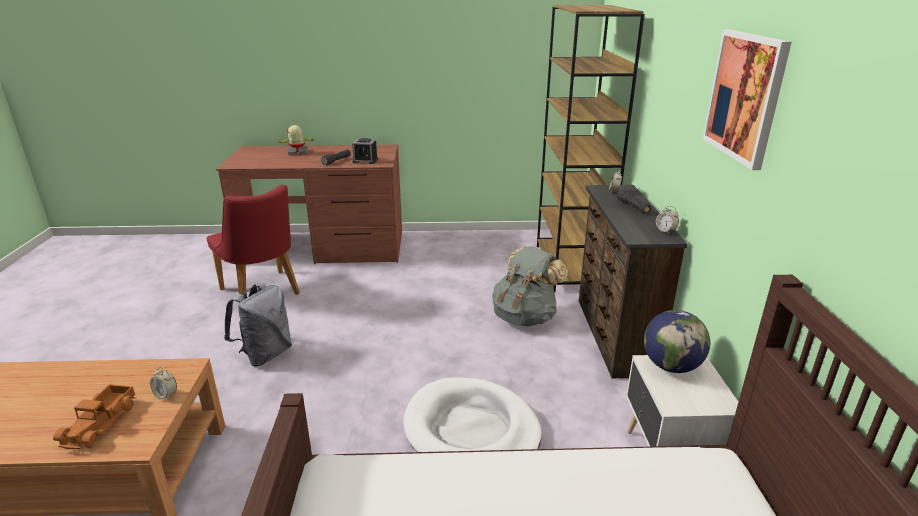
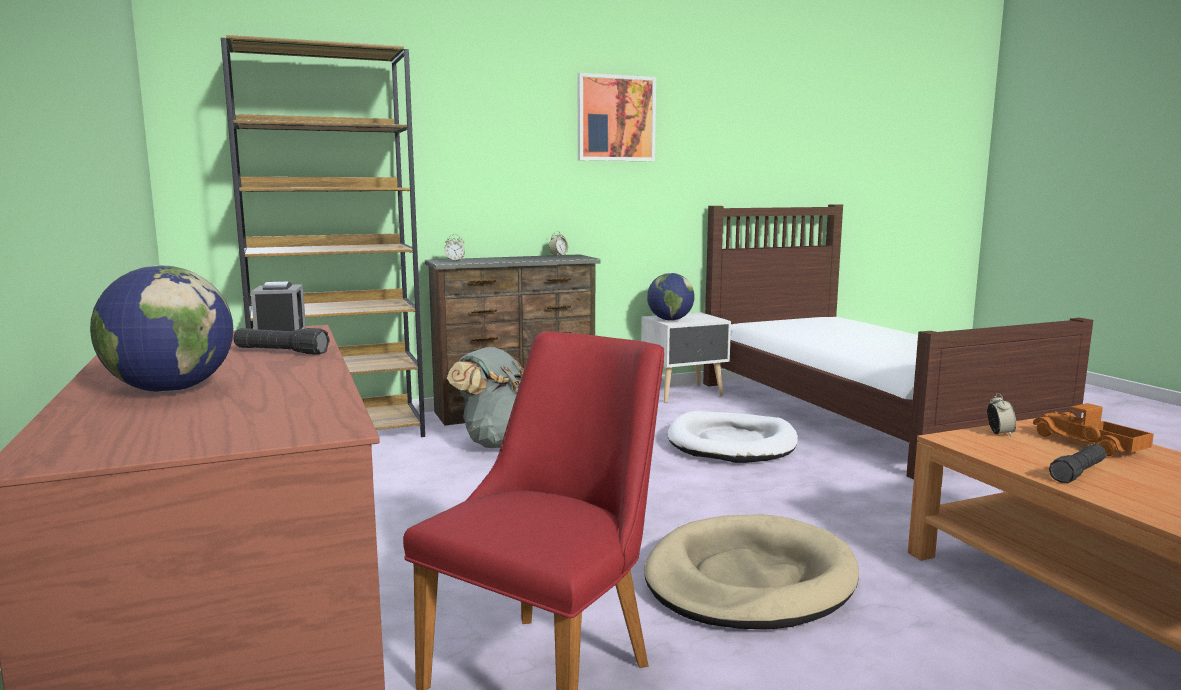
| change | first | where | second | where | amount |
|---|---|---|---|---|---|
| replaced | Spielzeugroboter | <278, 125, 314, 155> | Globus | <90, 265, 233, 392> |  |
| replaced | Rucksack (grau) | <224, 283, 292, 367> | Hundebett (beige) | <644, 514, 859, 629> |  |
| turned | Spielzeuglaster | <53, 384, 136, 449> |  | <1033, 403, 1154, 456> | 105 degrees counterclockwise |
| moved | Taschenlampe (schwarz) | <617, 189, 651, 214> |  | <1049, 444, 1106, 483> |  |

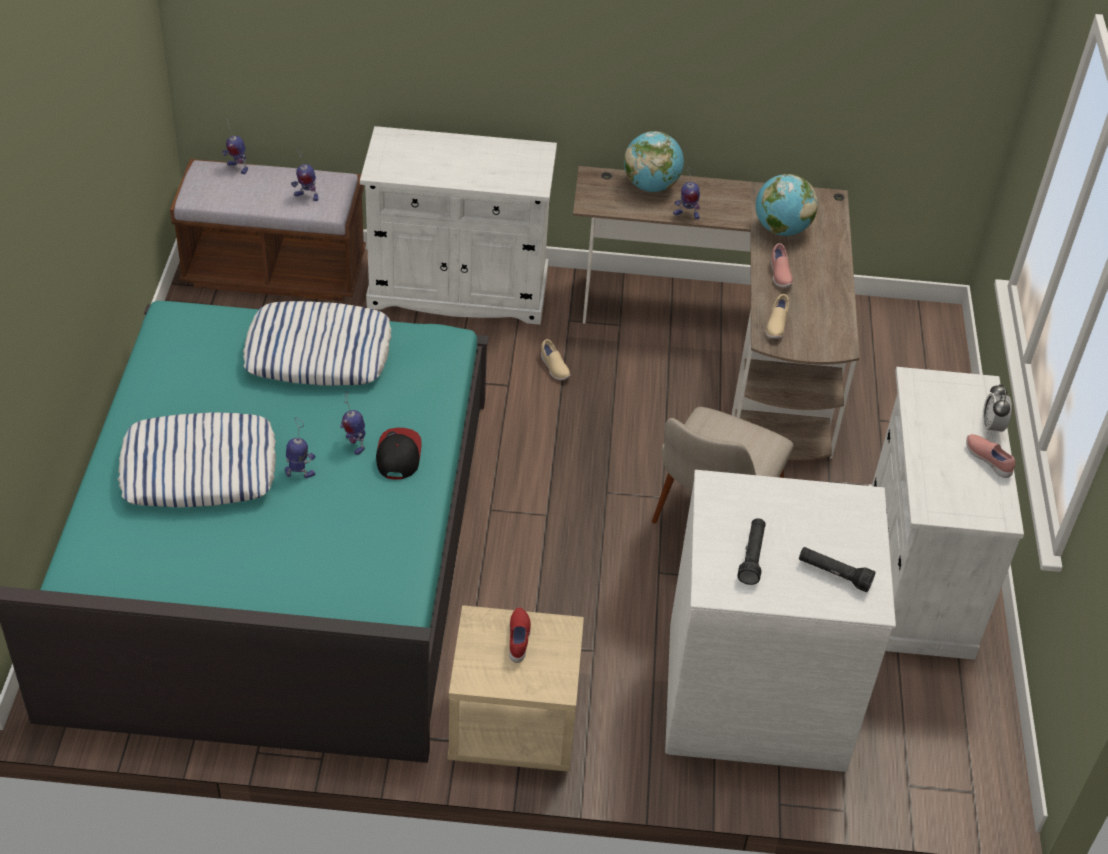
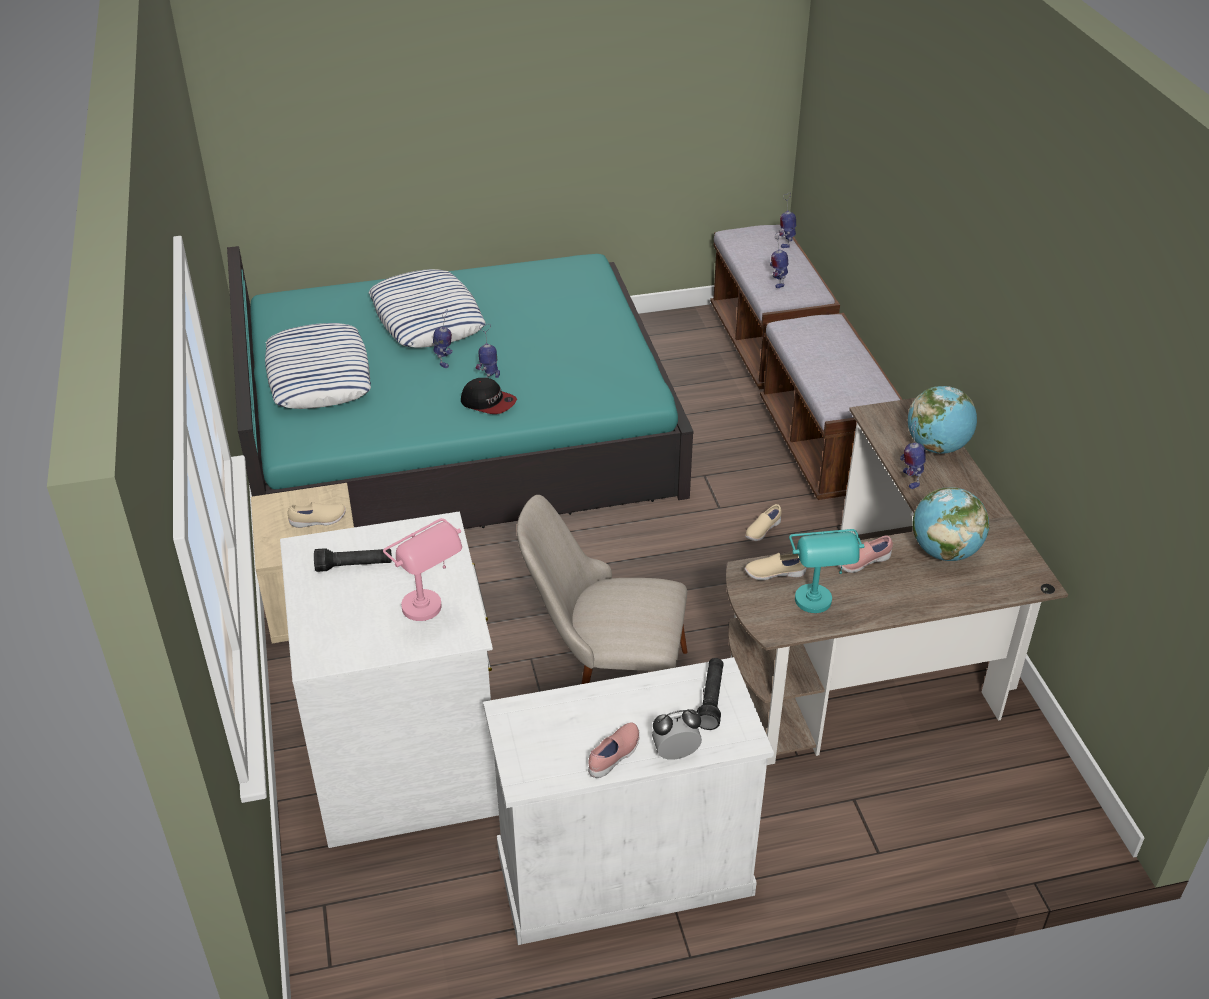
| change | first | where | second | where | amount |
|---|---|---|---|---|---|
| moved | Kissen | <243, 301, 391, 386> |  | <265, 323, 371, 409> |  |
| recoloured | Schuh (rot) | <509, 608, 531, 663> | Schuh (beige) | <288, 502, 346, 528> |  |
| added |  |  | Tischlampe (rosa) | <383, 518, 462, 621> |  |
| turned | Kappe | <376, 428, 422, 480> |  | <461, 378, 517, 414> | 45 degrees clockwise |
| moved | Taschenlampe (schwarz) | <799, 547, 875, 592> |  | <697, 658, 724, 730> |  |
| replaced | Schrank (weiß) | <360, 126, 557, 325> | Bank (braun) | <760, 313, 903, 500> |  |
| added |  |  | Tischlampe (türkis) | <789, 529, 864, 613> |  |

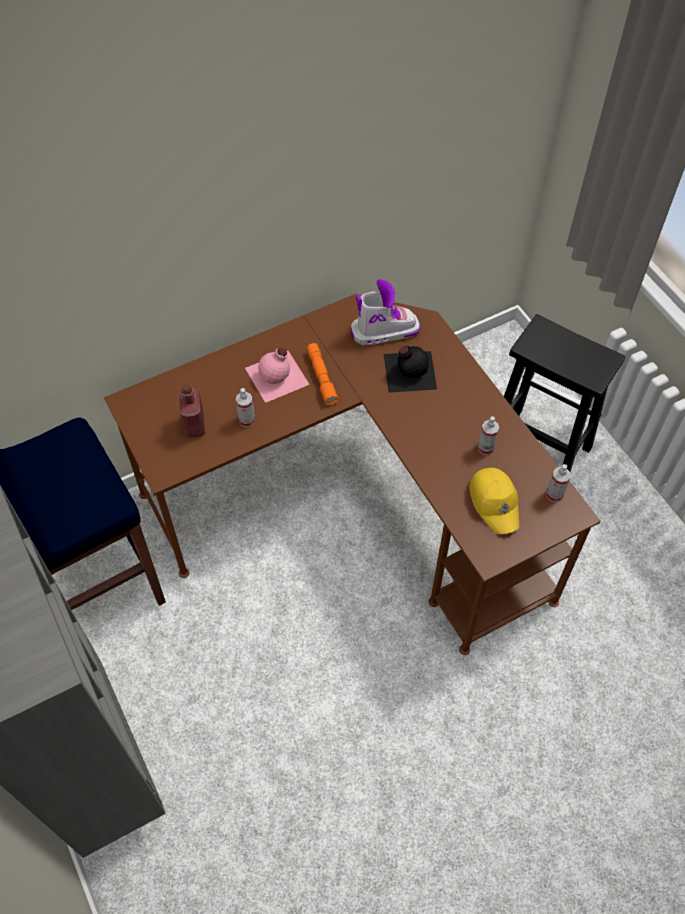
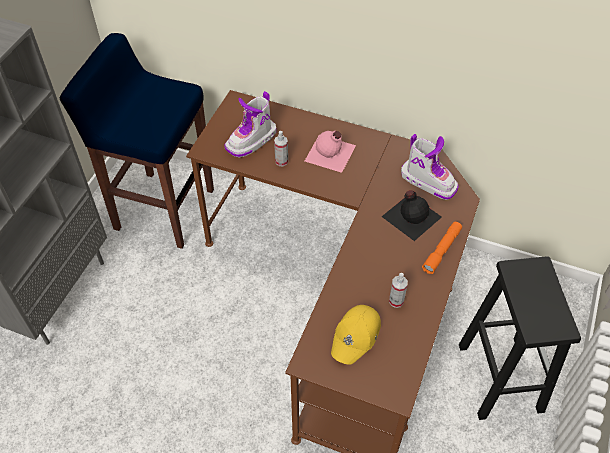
| change | first | where | second | where | amount |
|---|---|---|---|---|---|
| replaced | Flasche (rot) | <179, 384, 205, 438> | Stiefel | <224, 91, 277, 157> |  |
| moved | Taschenlampe (orange) | <307, 343, 339, 406> |  | <422, 222, 462, 274> |  |
| removed | Sprühflasche | <546, 464, 570, 502> |  |  |  |

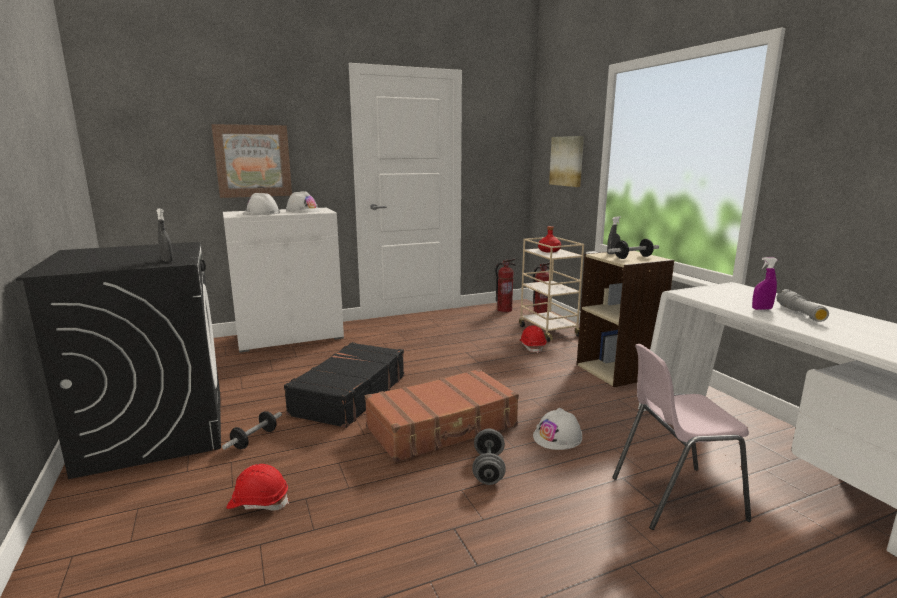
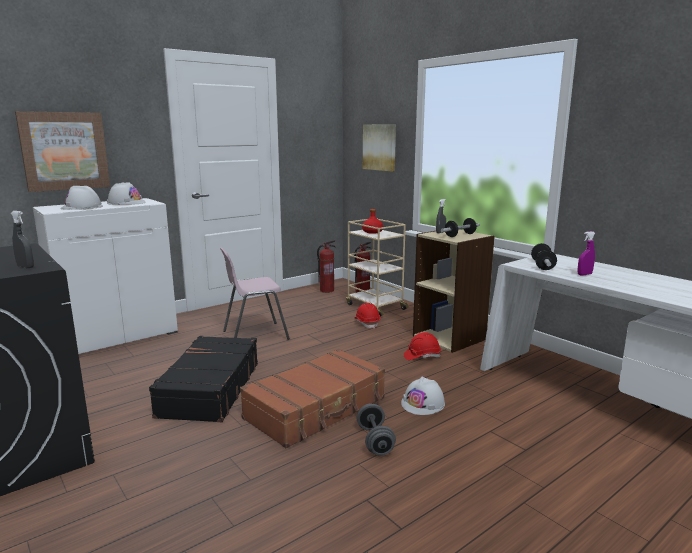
| change | first | where | second | where | amount |
|---|---|---|---|---|---|
| moved | Stuhl (rosa) | <612, 344, 751, 530> |  | <220, 247, 290, 340> |  |
| moved | Schutzhelm (rot) | <226, 464, 289, 511> |  | <404, 332, 441, 360> |  |
| moved | Hantel | <222, 411, 282, 450> |  | <531, 243, 557, 270> |  |
| removed | Taschenlampe (grau) | <776, 289, 829, 322> |  |  |  |

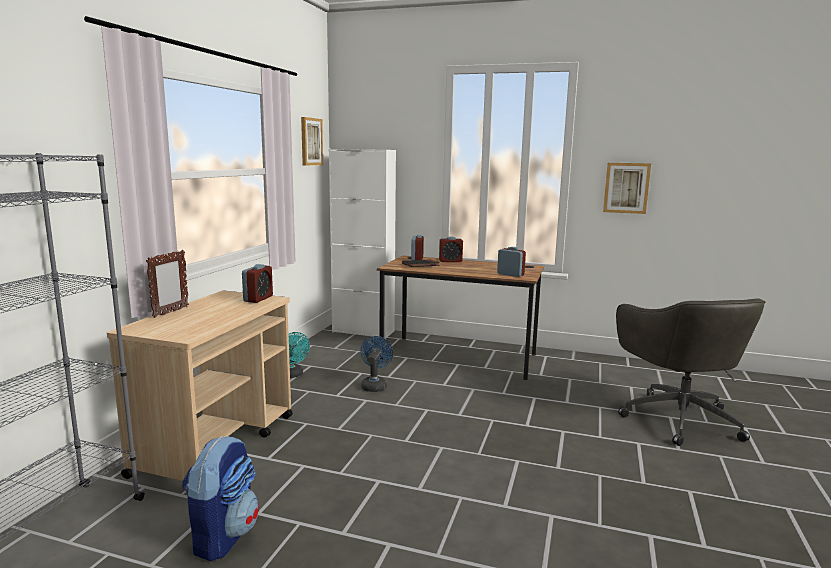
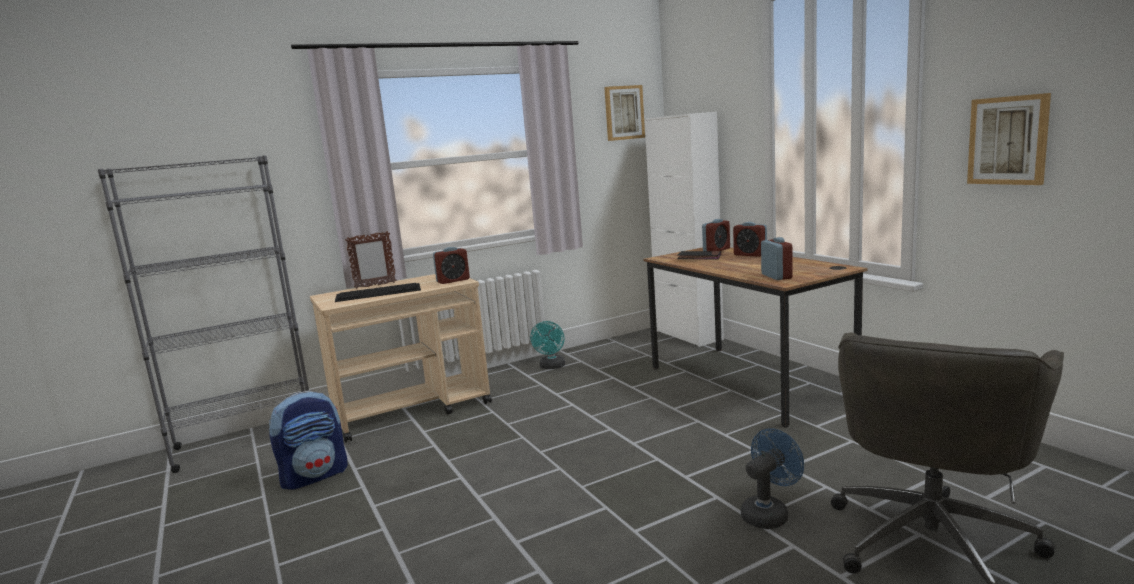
| change | first | where | second | where | amount |
|---|---|---|---|---|---|
| added |  |  | Tastatur | <335, 283, 421, 302> |  |
| moved | Ventilator (blau) | <360, 336, 393, 392> |  | <741, 428, 804, 529> |  |

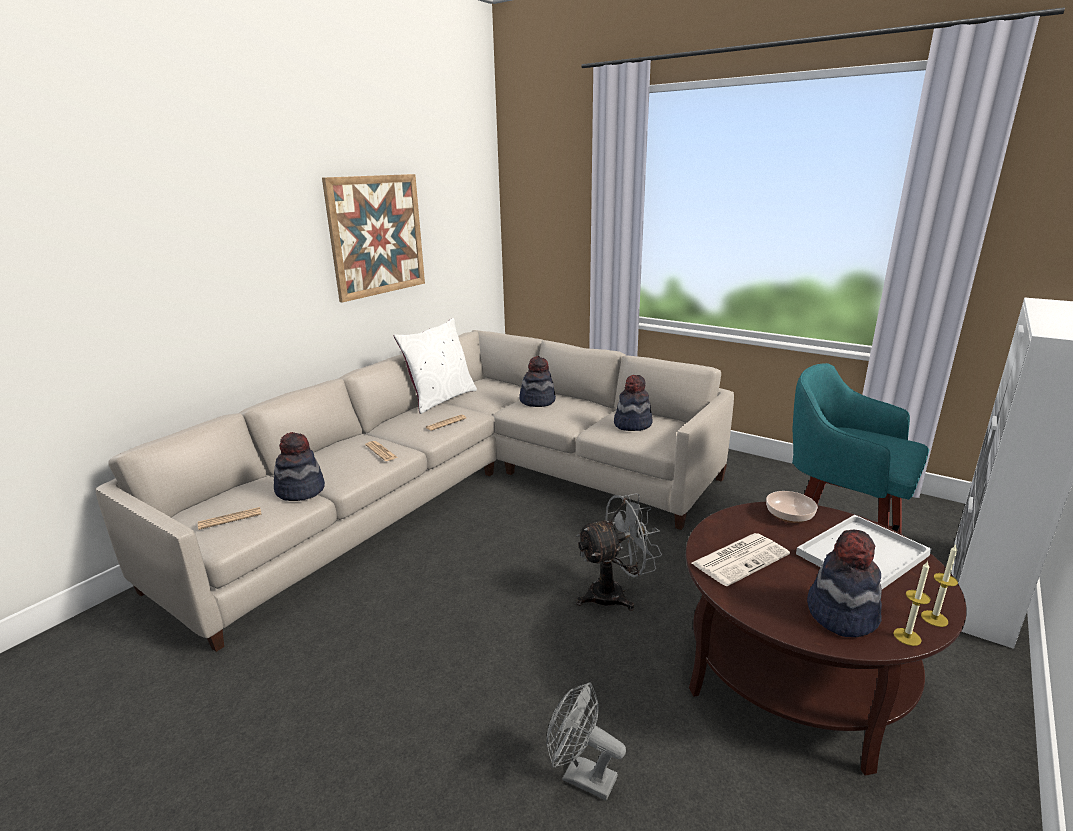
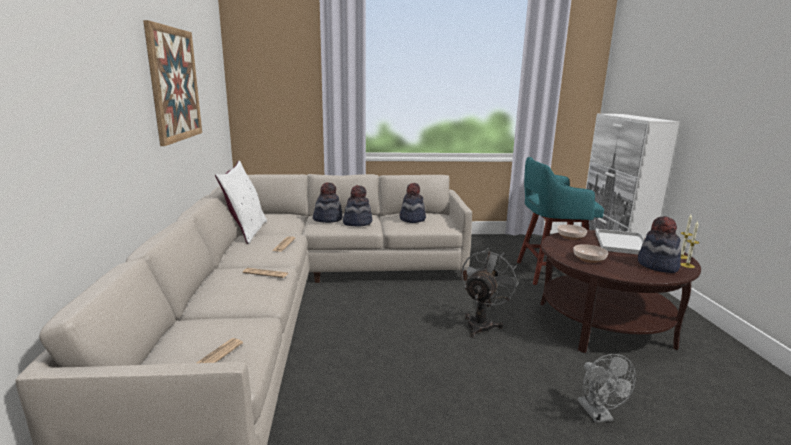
| change | first | where | second | where | amount |
|---|---|---|---|---|---|
| moved | Hut | <274, 432, 325, 501> |  | <343, 185, 372, 227> |  |
| replaced | Zeitung | <692, 533, 790, 586> | Schüssel | <573, 244, 608, 263> |  |
| turned | Ventilator (grau) | <546, 683, 626, 801> |  | <578, 354, 636, 423> | 90 degrees counterclockwise |

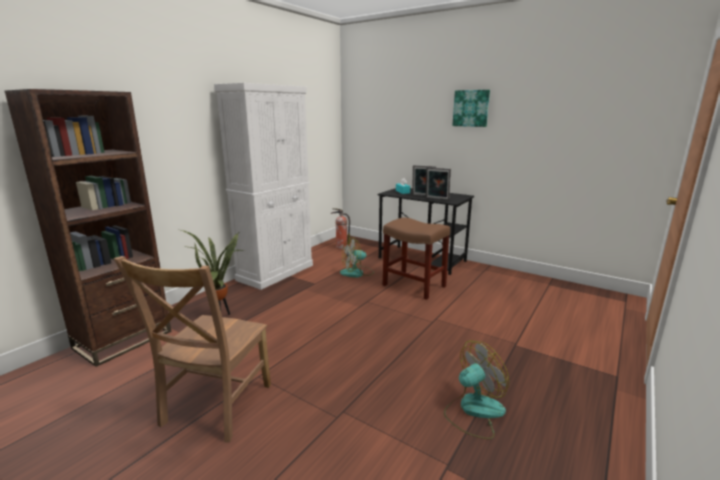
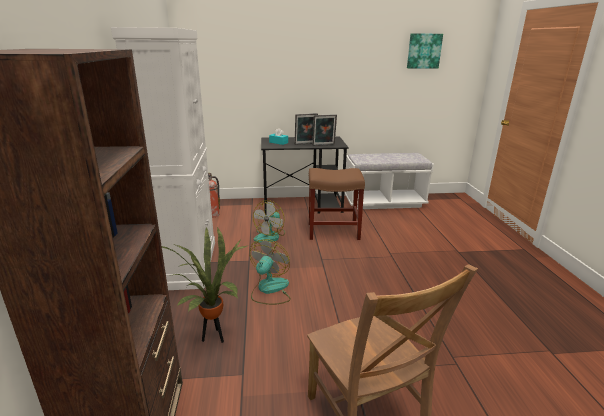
| change | first | where | second | where | amount |
|---|---|---|---|---|---|
| moved | Ventilator | <444, 341, 509, 439> |  | <250, 239, 291, 305> |  |
| added |  |  | Bank (weiß) | <344, 153, 434, 209> |  |
| moved | Bild | <452, 90, 490, 127> |  | <407, 33, 443, 69> |  |

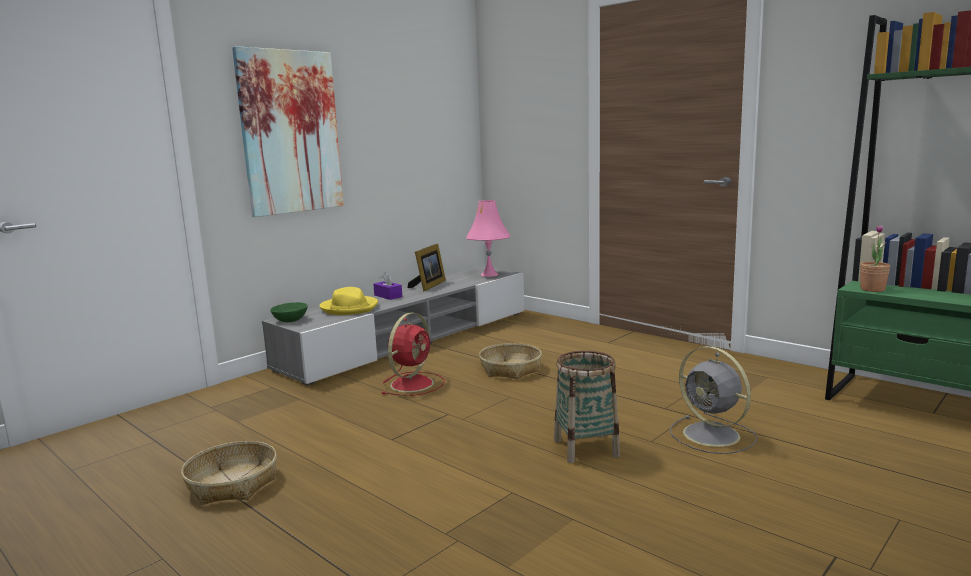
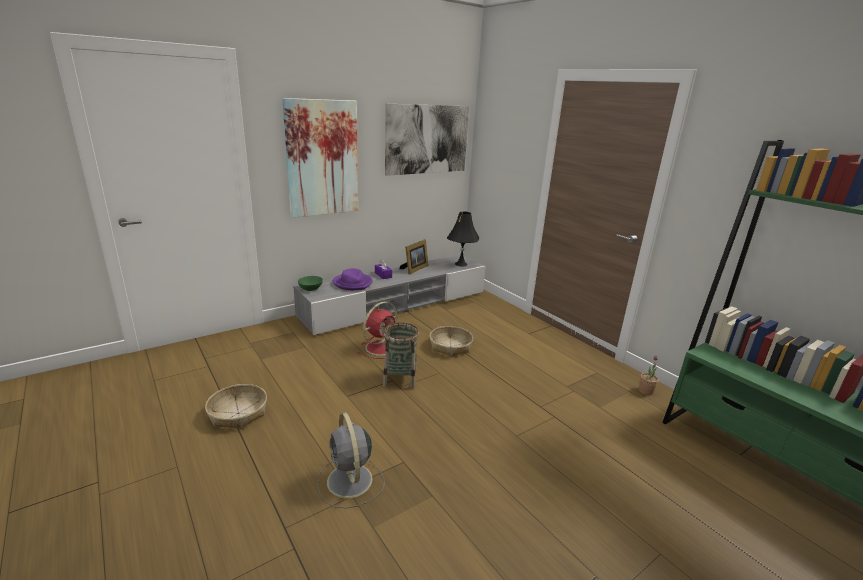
| change | first | where | second | where | amount |
|---|---|---|---|---|---|
| moved | Ventilator (grau) | <670, 346, 757, 454> |  | <317, 413, 385, 508> |  |
| recoloured | Hut (gelb) | <319, 287, 378, 315> | Hut (lila) | <333, 268, 373, 290> |  |
| moved | Korb | <554, 351, 620, 463> |  | <383, 322, 419, 389> |  |
| added |  |  | Bild | <385, 104, 469, 176> |  |
| recoloured | Tischlampe (rosa) | <466, 200, 510, 277> | Tischlampe (schwarz) | <447, 212, 479, 267> |  |
| moved | Topfpflanze | <860, 225, 890, 292> |  | <639, 355, 658, 395> |  |

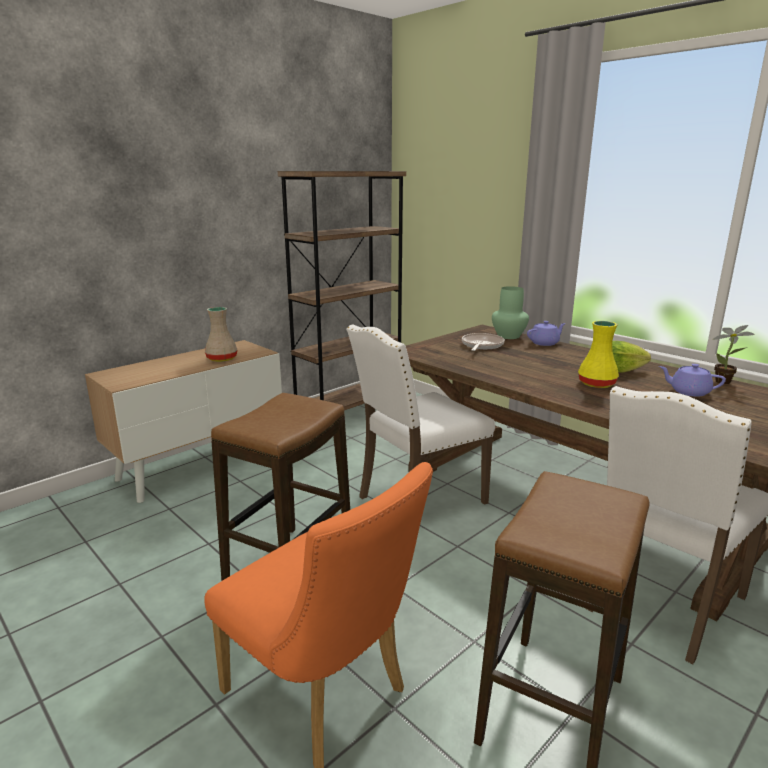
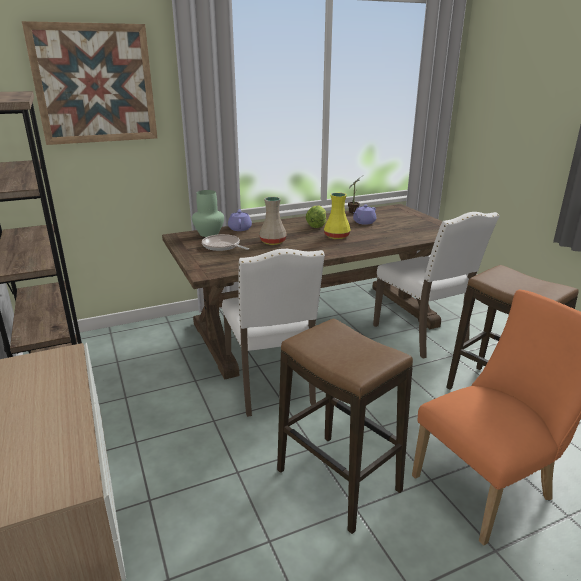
| change | first | where | second | where | amount |
|---|---|---|---|---|---|
| added |  |  | Bild | <22, 21, 157, 145> |  |
| moved | Vase (beige) | <205, 307, 237, 362> |  | <259, 197, 287, 245> |  |

